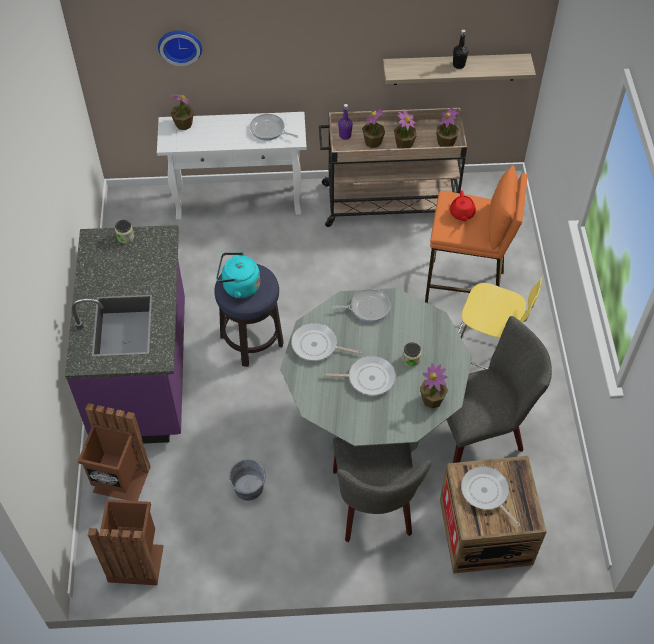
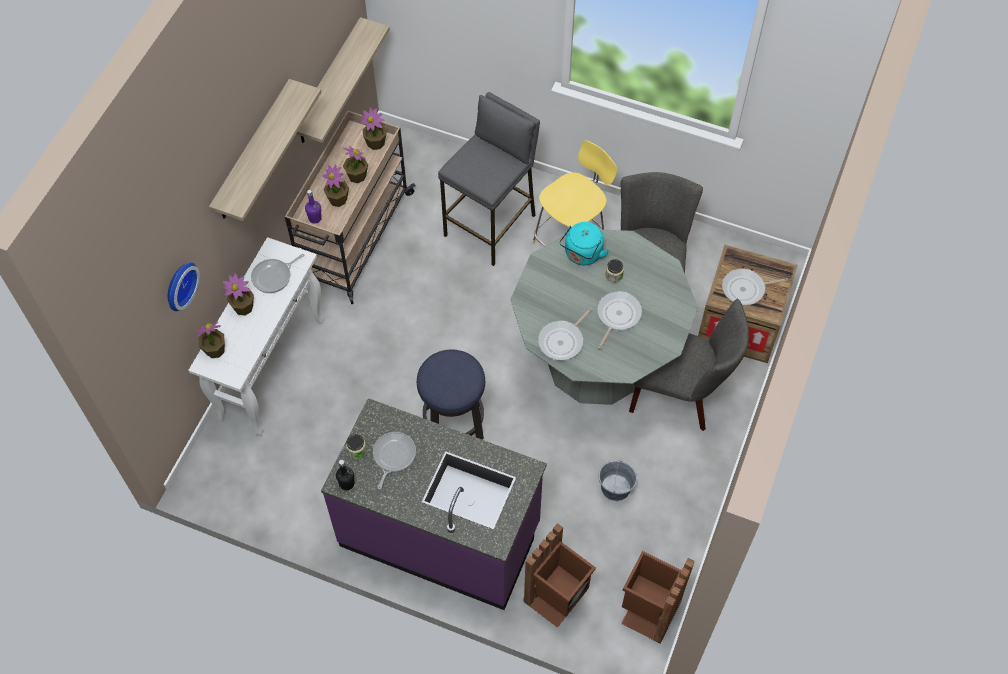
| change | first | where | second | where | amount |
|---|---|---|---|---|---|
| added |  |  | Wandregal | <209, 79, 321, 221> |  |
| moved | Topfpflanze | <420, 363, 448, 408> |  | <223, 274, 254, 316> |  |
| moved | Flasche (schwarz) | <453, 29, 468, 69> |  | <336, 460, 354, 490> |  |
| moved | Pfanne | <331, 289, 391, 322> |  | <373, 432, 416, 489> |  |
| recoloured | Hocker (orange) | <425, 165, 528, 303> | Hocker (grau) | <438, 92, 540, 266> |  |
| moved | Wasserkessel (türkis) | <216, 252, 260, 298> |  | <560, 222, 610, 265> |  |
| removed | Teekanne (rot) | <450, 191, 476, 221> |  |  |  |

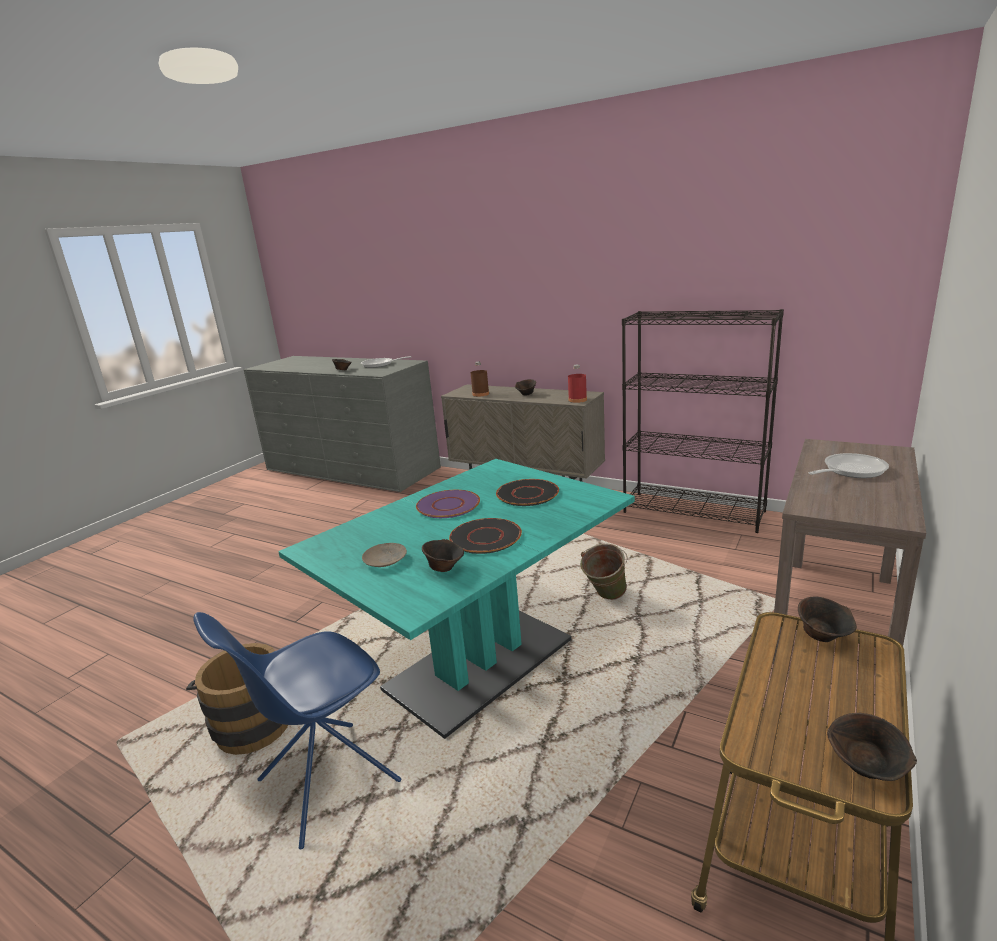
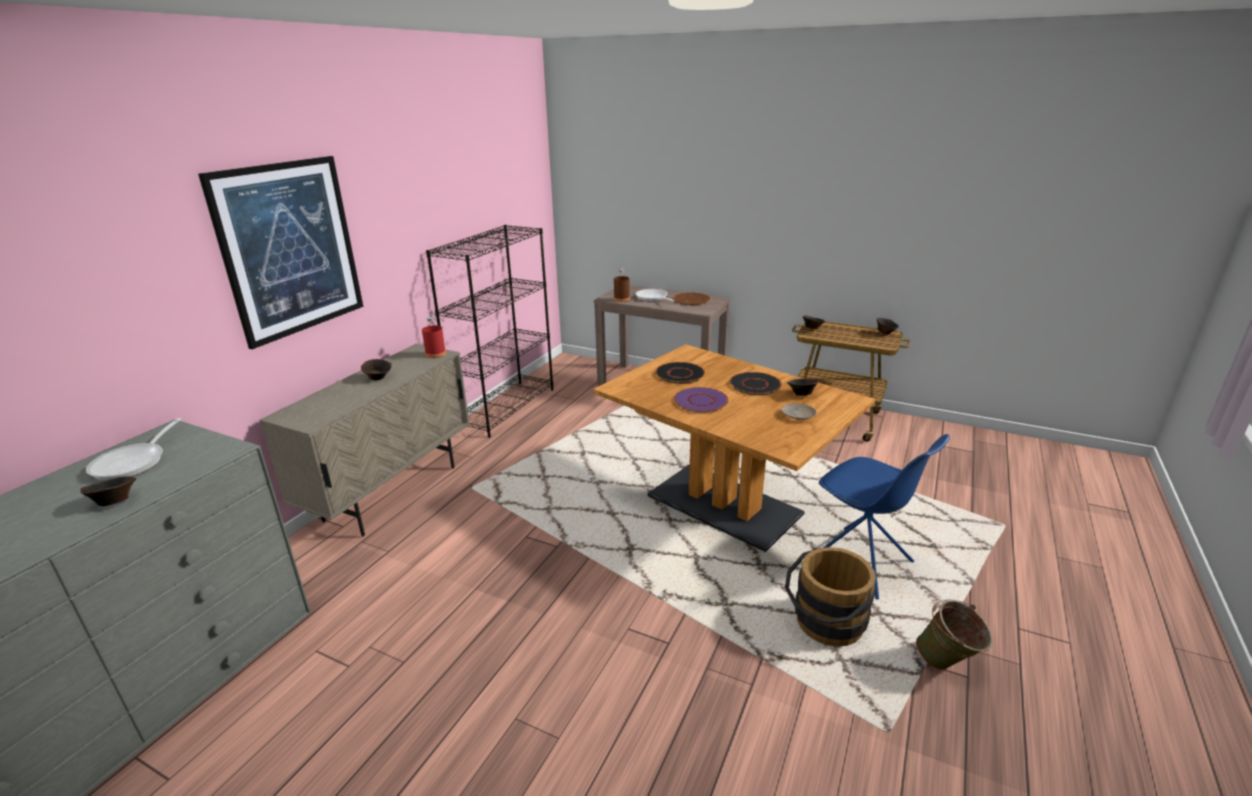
| change | first | where | second | where | amount |
|---|---|---|---|---|---|
| added |  |  | Bild | <198, 156, 363, 349> |  |
| recoloured | Esstisch (türkis) | <278, 459, 635, 739> | Esstisch (braun) | <593, 344, 875, 552> |  |
| moved | Flasche (braun) | <471, 362, 489, 397> |  | <614, 268, 630, 302> |  |
| added |  |  | Teller (braun) | <673, 292, 711, 305> |  |
| moved | Eimer (grün) | <580, 544, 628, 600> |  | <916, 600, 992, 670> |  |

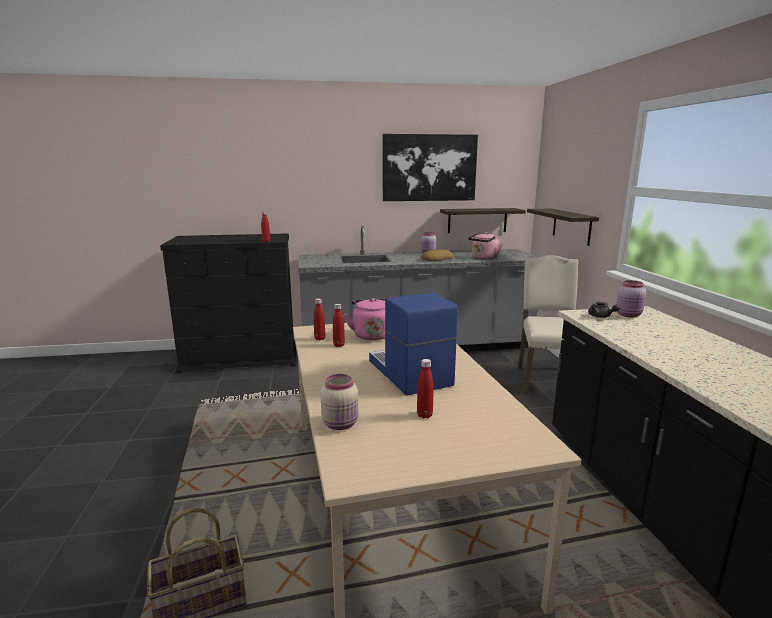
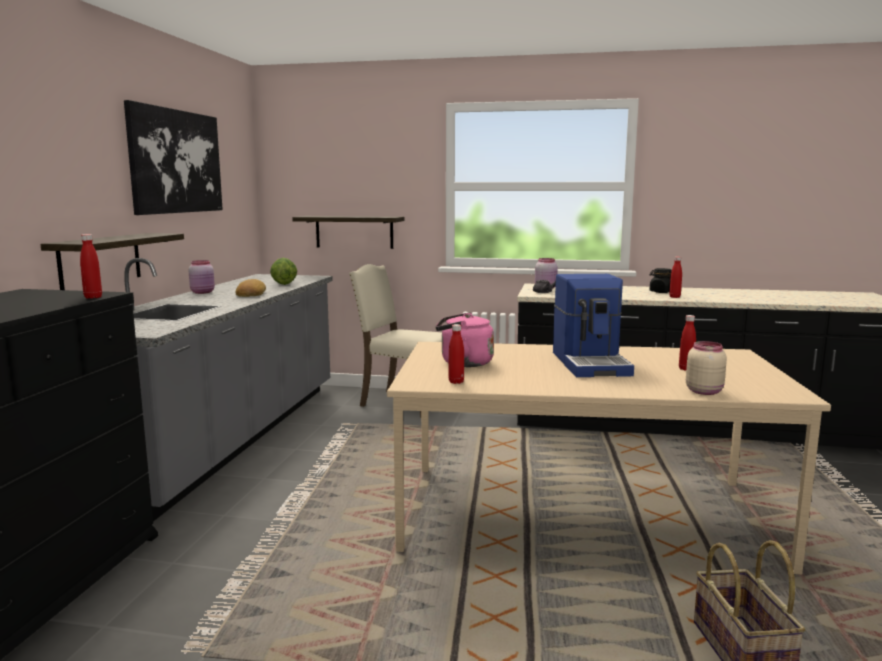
| change | first | where | second | where | amount |
|---|---|---|---|---|---|
| moved | Wandregal | <440, 208, 526, 233> |  | <40, 233, 184, 290> |  |
| replaced | Wasserkessel (rosa) | <468, 232, 502, 260> | Salatkopf | <270, 258, 297, 285> |  |
| turned | Kaffeemaschine | <369, 293, 458, 396> |  | <553, 274, 634, 377> | 90 degrees counterclockwise |
| added |  |  | Vorratsglas (schwarz) | <649, 268, 672, 293> |  |
| moved | Flasche (rot) | <333, 304, 345, 347> |  | <669, 257, 682, 298> |  |

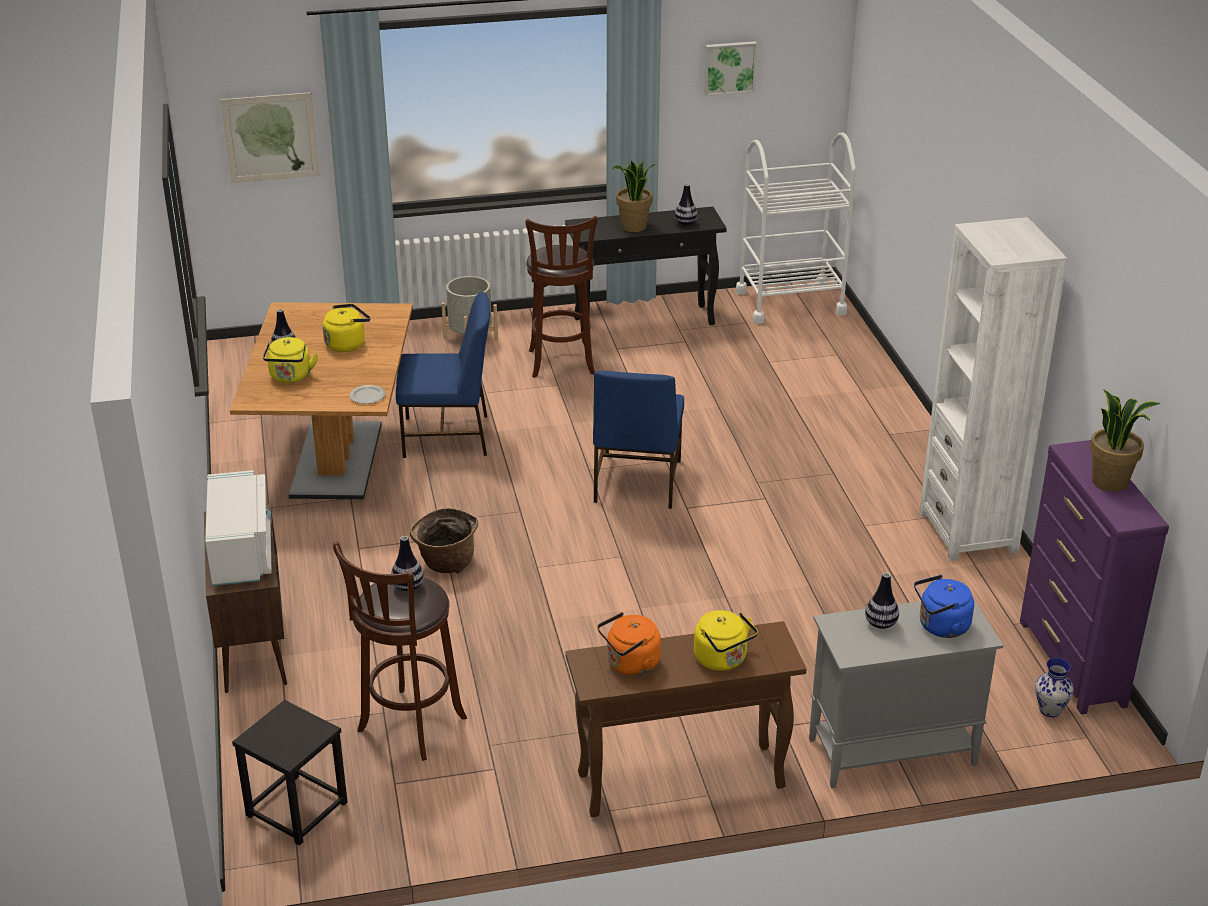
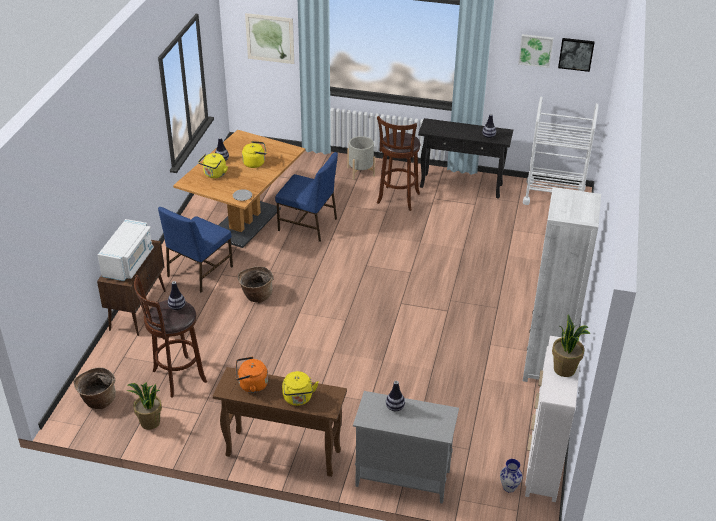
| change | first | where | second | where | amount |
|---|---|---|---|---|---|
| replaced | Hocker (schwarz) | <232, 700, 348, 846> | Korb | <74, 367, 116, 409> |  |
| moved | Topfpflanze | <612, 160, 655, 232> |  | <127, 382, 162, 430> |  |
| moved | Stuhl (blau) | <593, 371, 684, 509> |  | <158, 207, 233, 292> |  |
| recoloured | Kommode (lila) | <1020, 440, 1169, 715> | Kommode (weiß) | <525, 336, 582, 502> |  |
| added |  |  | Bild | <558, 38, 595, 72> |  |
| removed | Wasserkessel (blau) | <914, 575, 974, 638> |  |  |  |

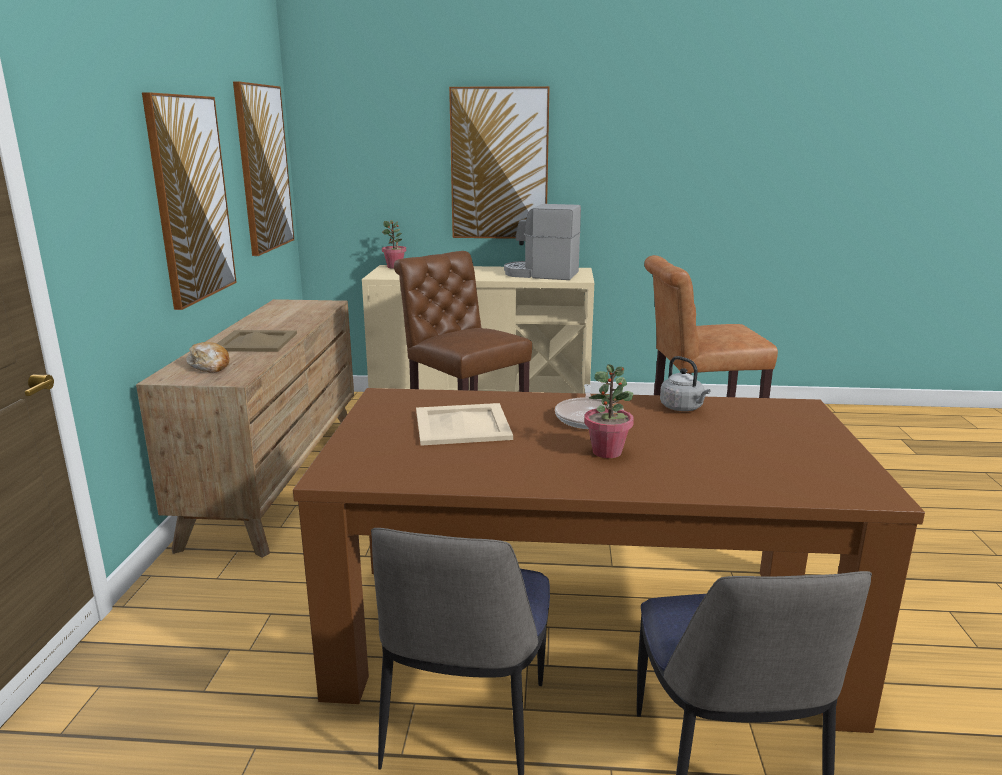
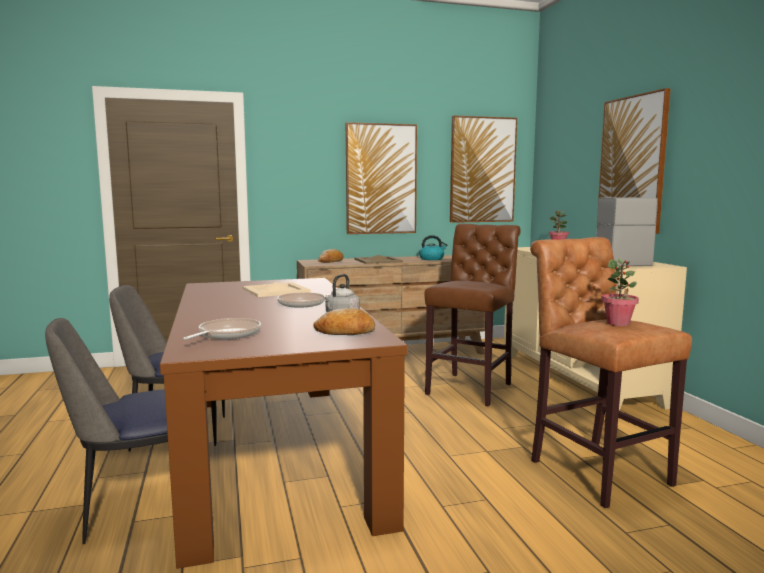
| change | first | where | second | where | amount |
|---|---|---|---|---|---|
| added |  |  | Pfanne | <183, 318, 261, 340> |  |
| added |  |  | Brot | <313, 308, 375, 335> |  |
| added |  |  | Wasserkessel | <419, 235, 447, 260> |  |
| moved | Topfpflanze | <584, 364, 634, 458> |  | <601, 259, 639, 326> |  |

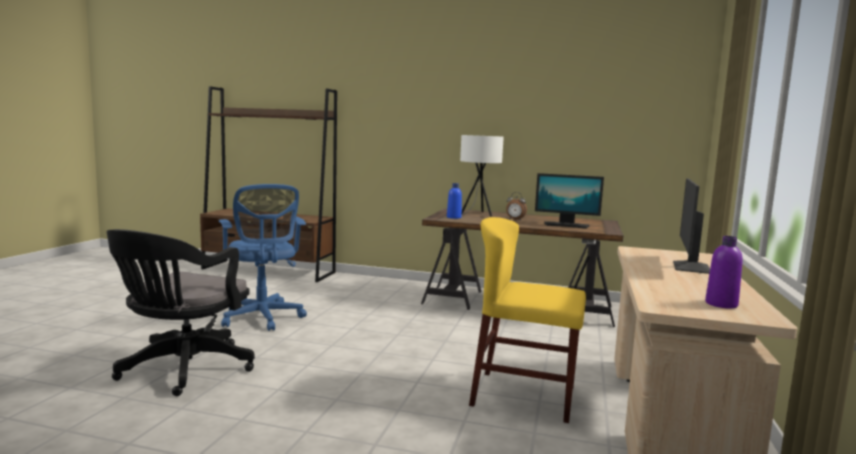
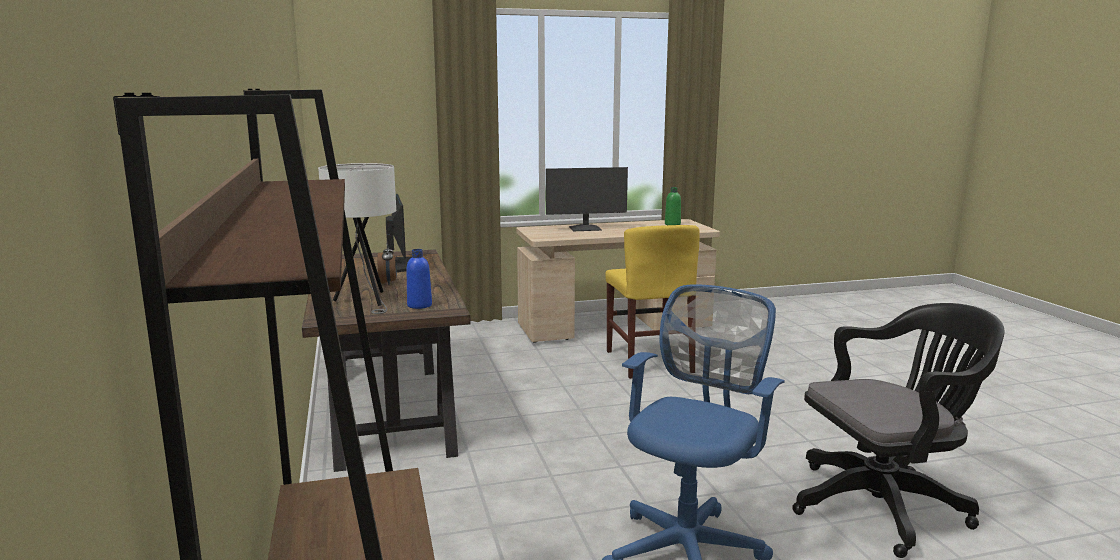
| change | first | where | second | where | amount |
|---|---|---|---|---|---|
| recoloured | Flasche (lila) | <705, 236, 743, 309> | Flasche (grün) | <665, 187, 681, 225> |  |

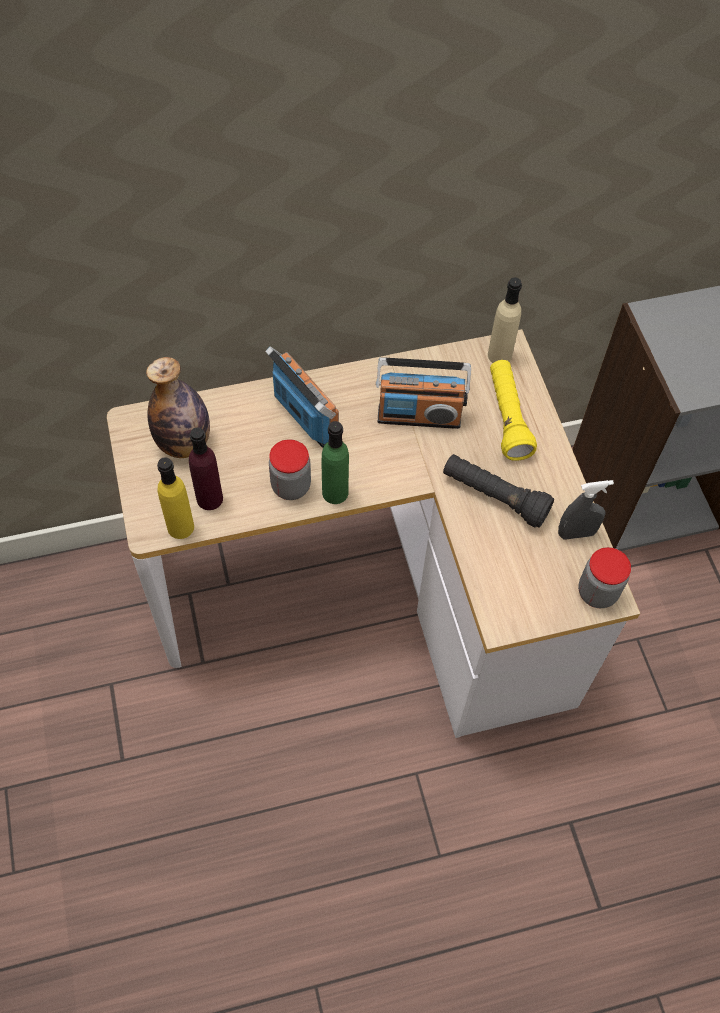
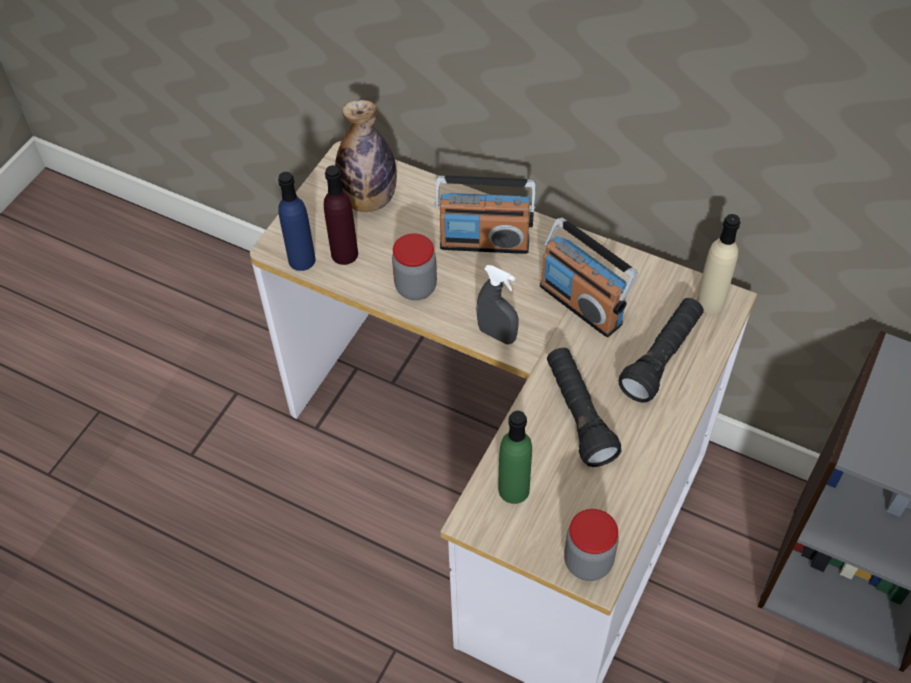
| change | first | where | second | where | amount |
|---|---|---|---|---|---|
| recoloured | Flasche (gelb) | <157, 457, 194, 539> | Flasche (blau) | <278, 172, 316, 271> |  |
| turned | Radio | <265, 346, 339, 448> |  | <435, 175, 536, 254> | 90 degrees clockwise |
| moved | Sprühflasche (grau) | <558, 480, 614, 540> |  | <476, 265, 519, 344> |  |
| moved | Flasche (grün) | <322, 421, 349, 504> |  | <498, 411, 532, 504> |  |
| recoloured | Taschenlampe (gelb) | <490, 360, 537, 461> | Taschenlampe (schwarz) | <619, 298, 704, 403> |  |

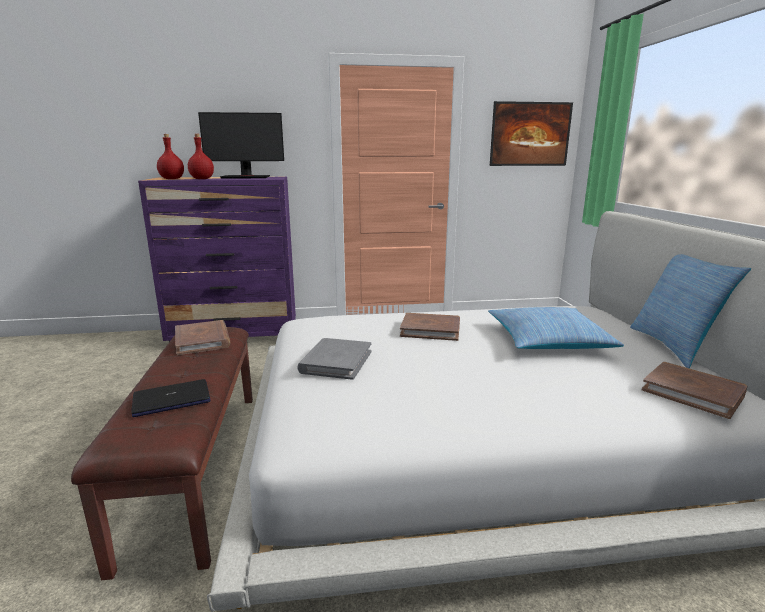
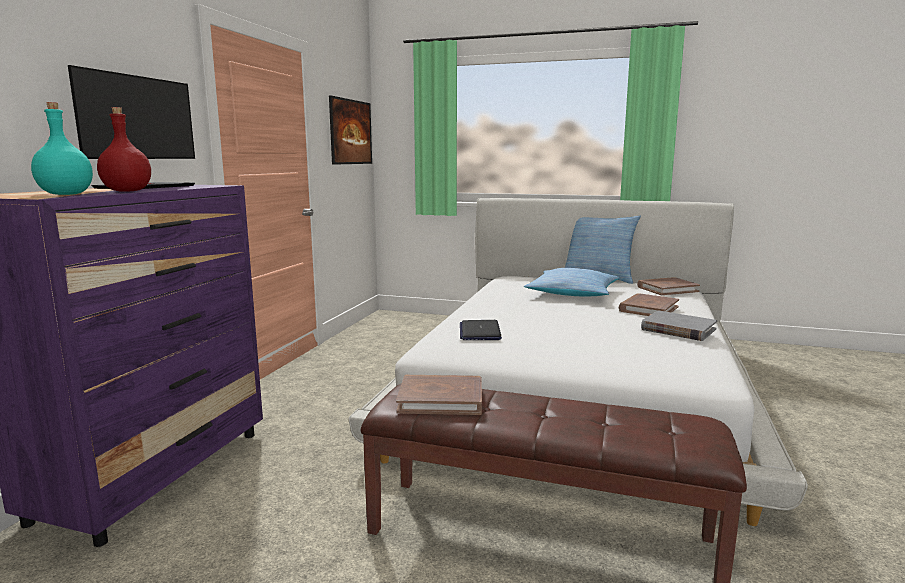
| change | first | where | second | where | amount |
|---|---|---|---|---|---|
| recoloured | Flasche (rot) | <157, 134, 184, 179> | Flasche (türkis) | <31, 102, 93, 195> |  |
| moved | Laptop | <131, 379, 210, 417> |  | <460, 320, 502, 340> |  |
| moved | Buch (braun) | <400, 313, 460, 341> |  | <619, 293, 679, 316> |  |
| moved | Buch (grau) | <297, 338, 371, 380> |  | <641, 311, 717, 341> |  |

